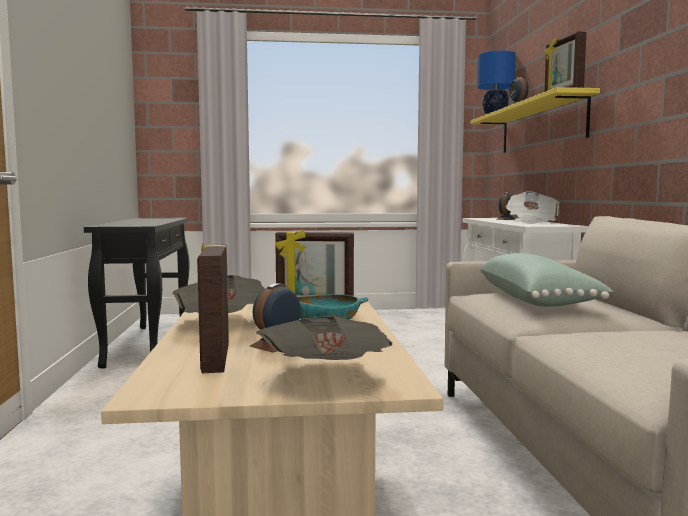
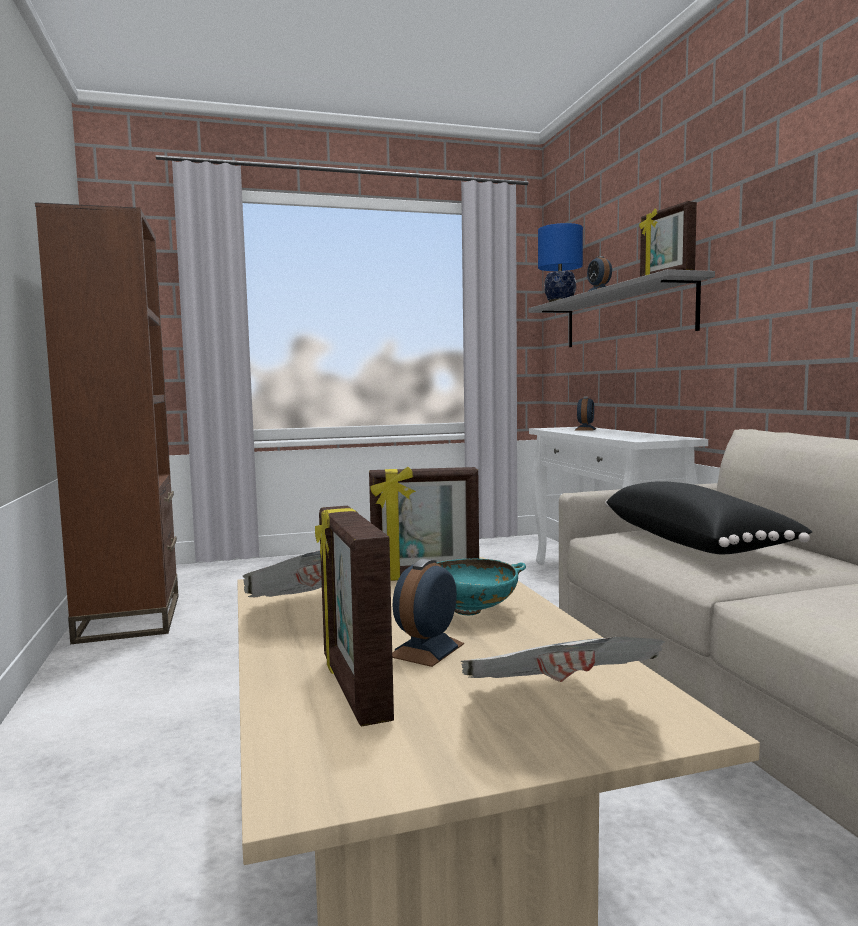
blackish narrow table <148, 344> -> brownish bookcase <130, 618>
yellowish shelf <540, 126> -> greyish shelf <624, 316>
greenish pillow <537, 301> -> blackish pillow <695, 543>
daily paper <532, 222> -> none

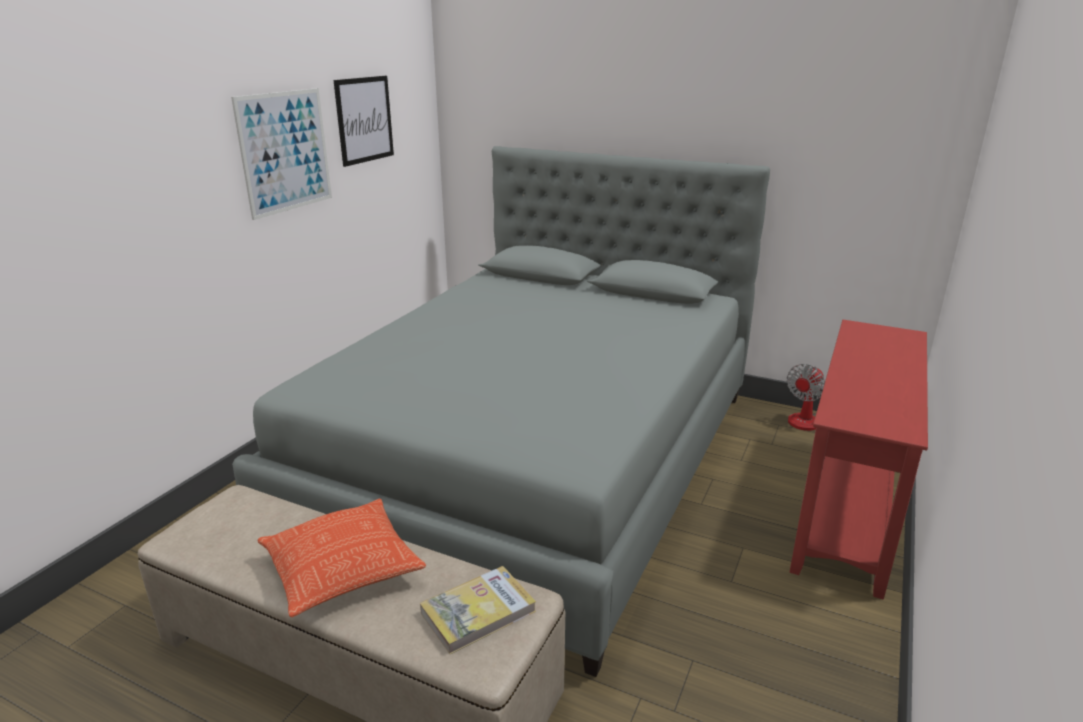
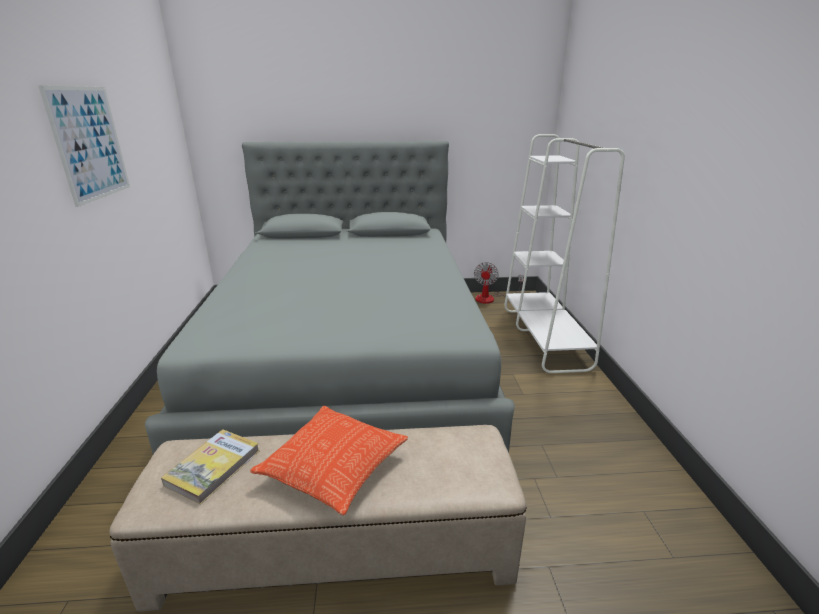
wall picture <364, 120> -> none
volume <478, 612> -> volume <213, 467>, relocated
red narrow table <847, 511> -> white clothes rack <544, 338>

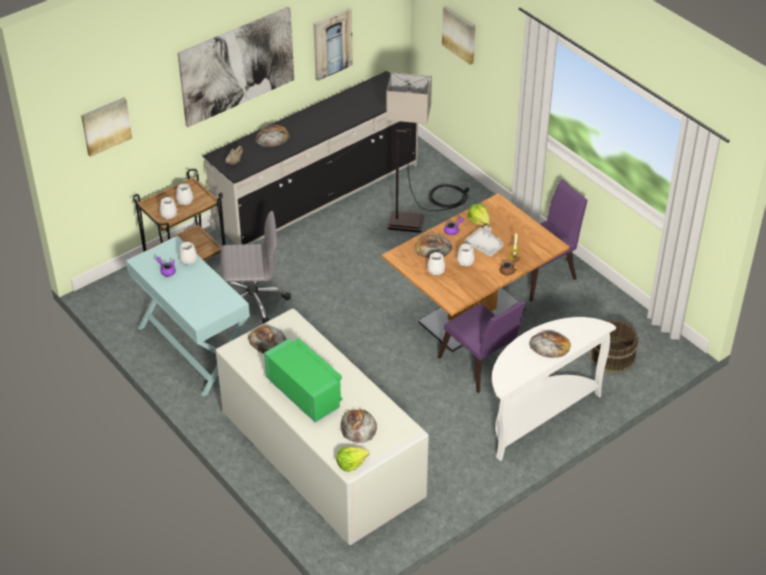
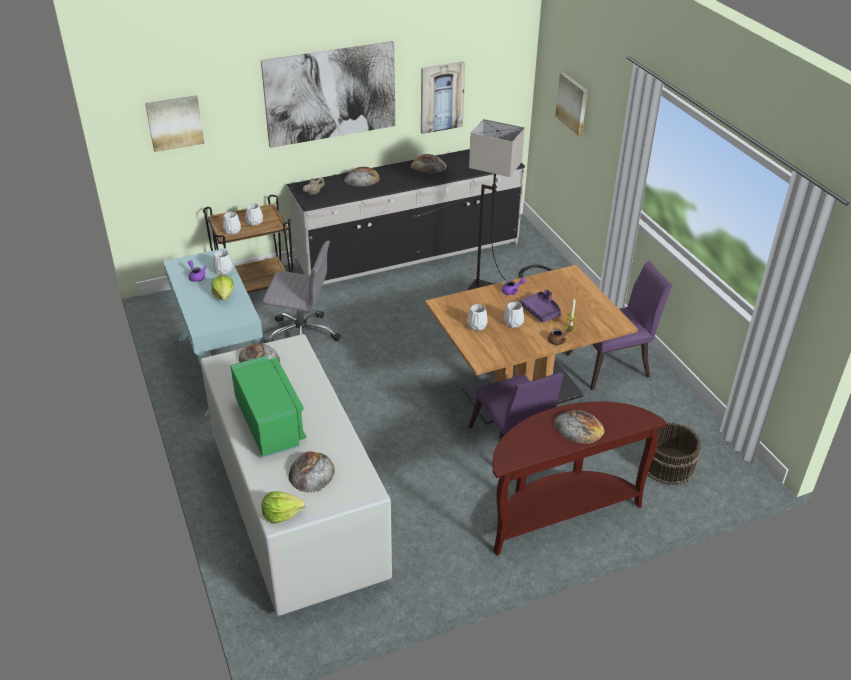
bread <433, 247> -> bread <428, 166>, relocated
greyish carrying tray <484, 246> -> purple-coloured carrying tray <541, 311>
lettuce head <479, 221> -> lettuce head <224, 295>, relocated
white narrow table <537, 416> -> brownish narrow table <559, 513>

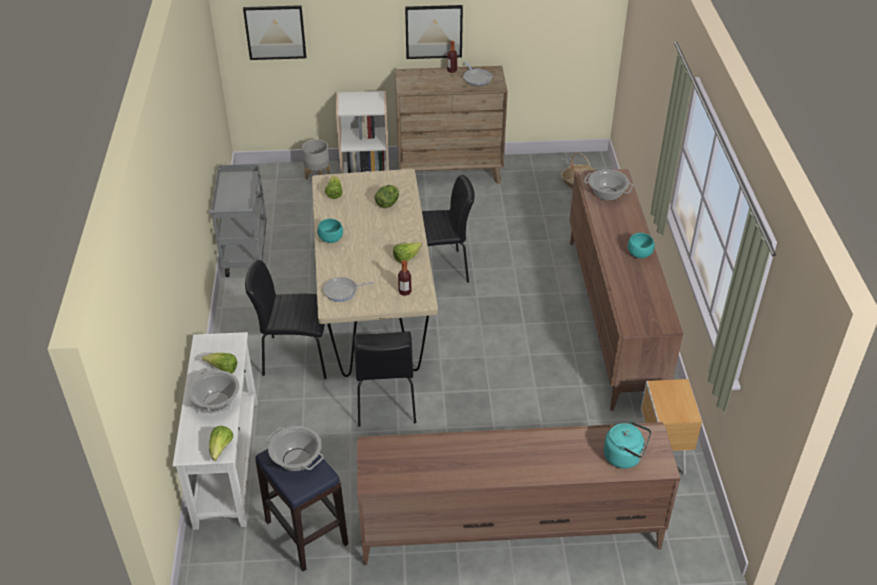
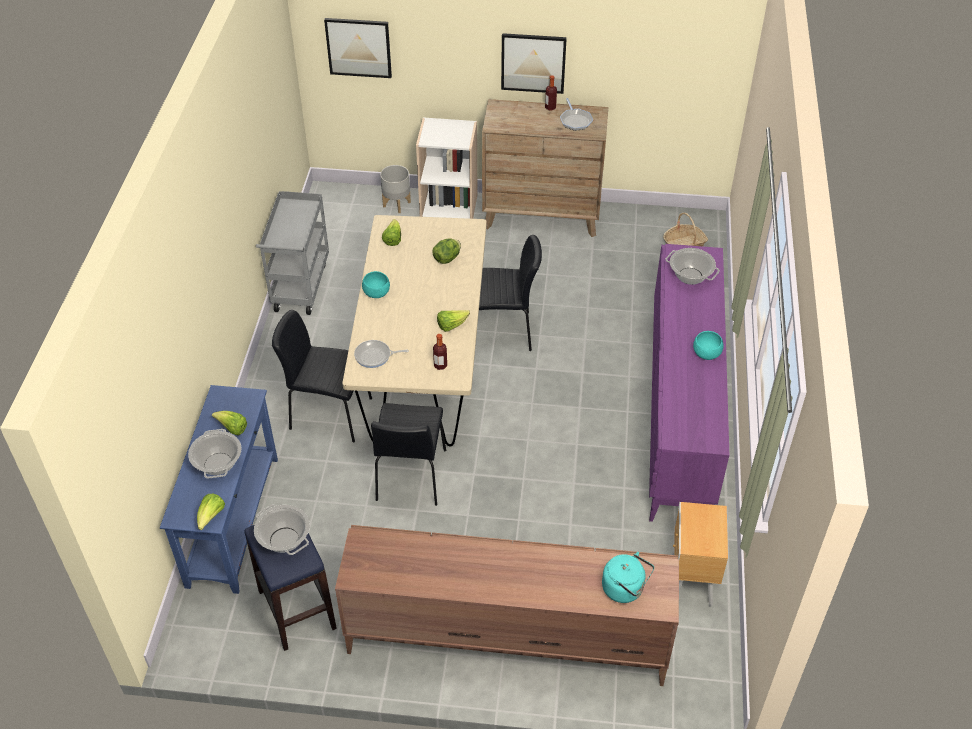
white narrow table <226, 462> -> blue narrow table <233, 520>
brownish cupboard <614, 319> -> purple-coloured cupboard <680, 415>

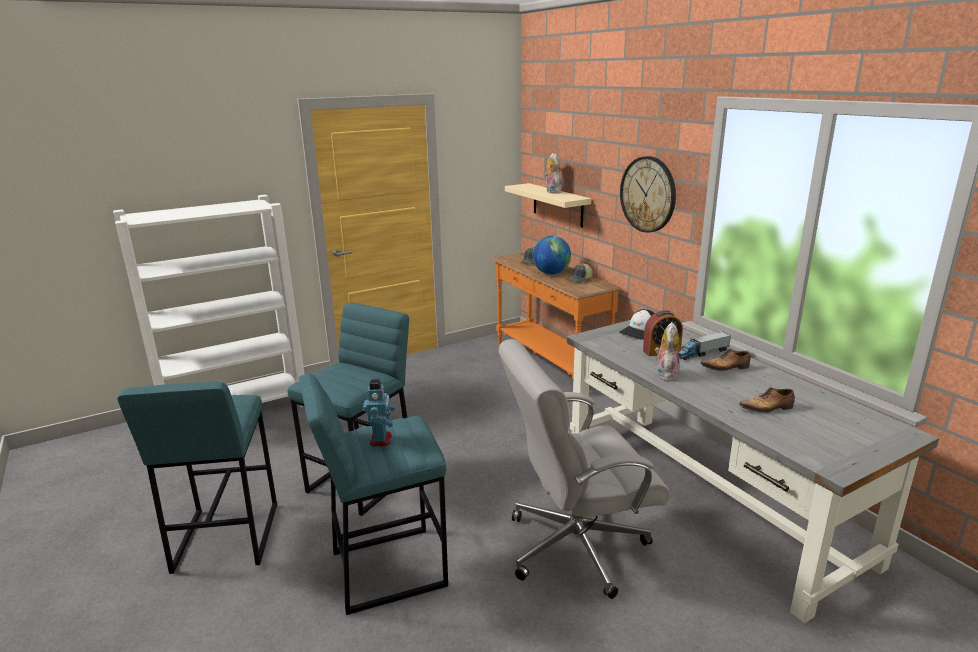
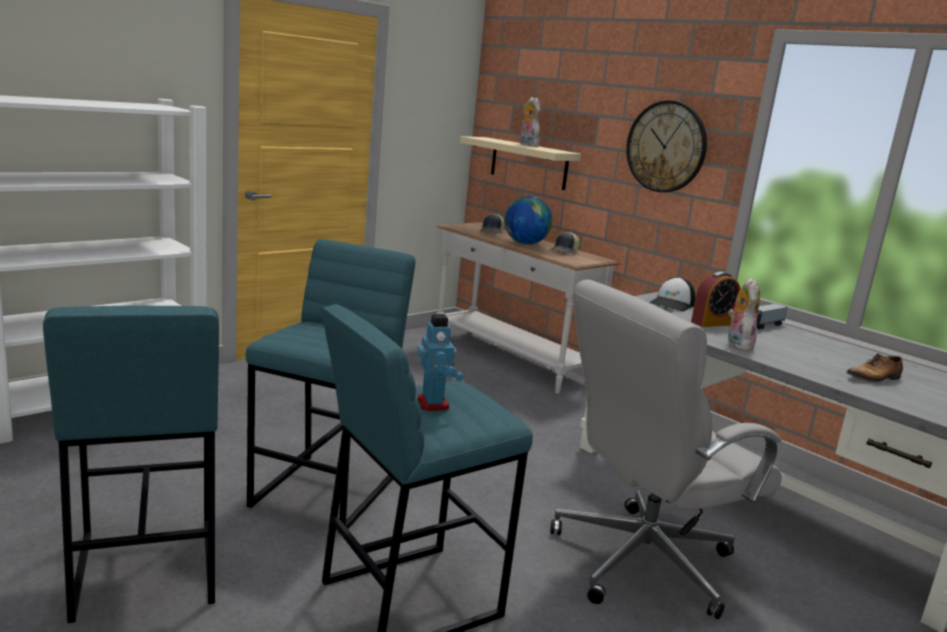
orangey narrow table <549, 362> -> white narrow table <508, 359>
item of footwear <726, 367> -> none

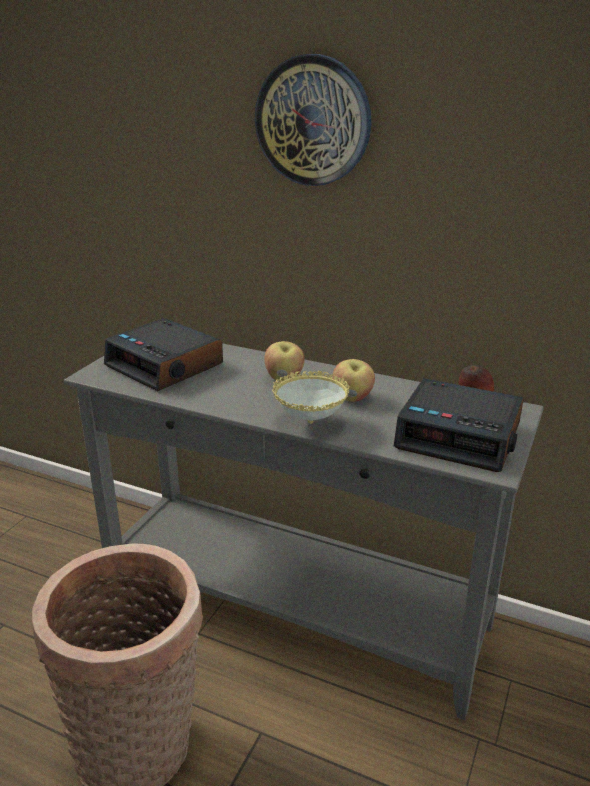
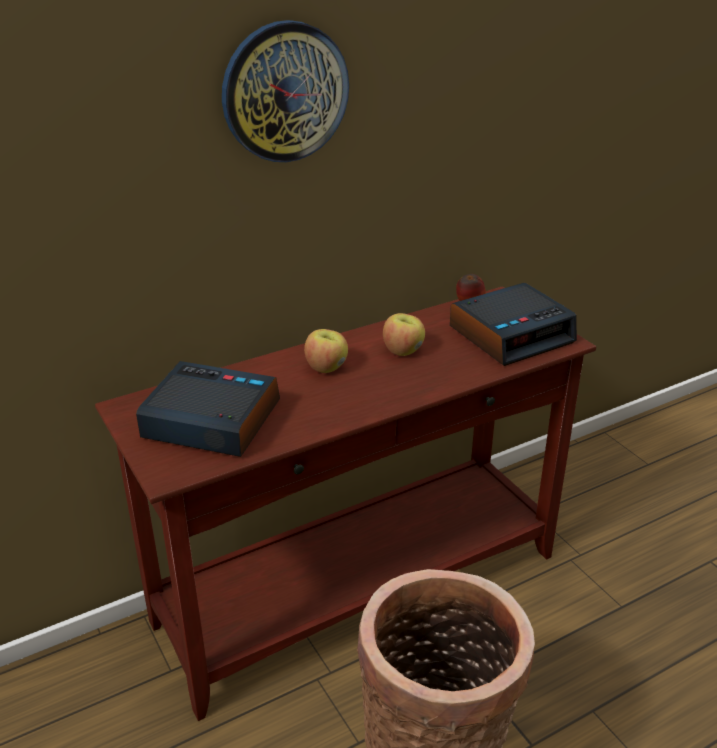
greyish narrow table <297, 605> -> brownish narrow table <359, 586>
bedside clock <166, 365> -> bedside clock <210, 421>, 150 degrees counterclockwise
bowl <310, 423> -> none

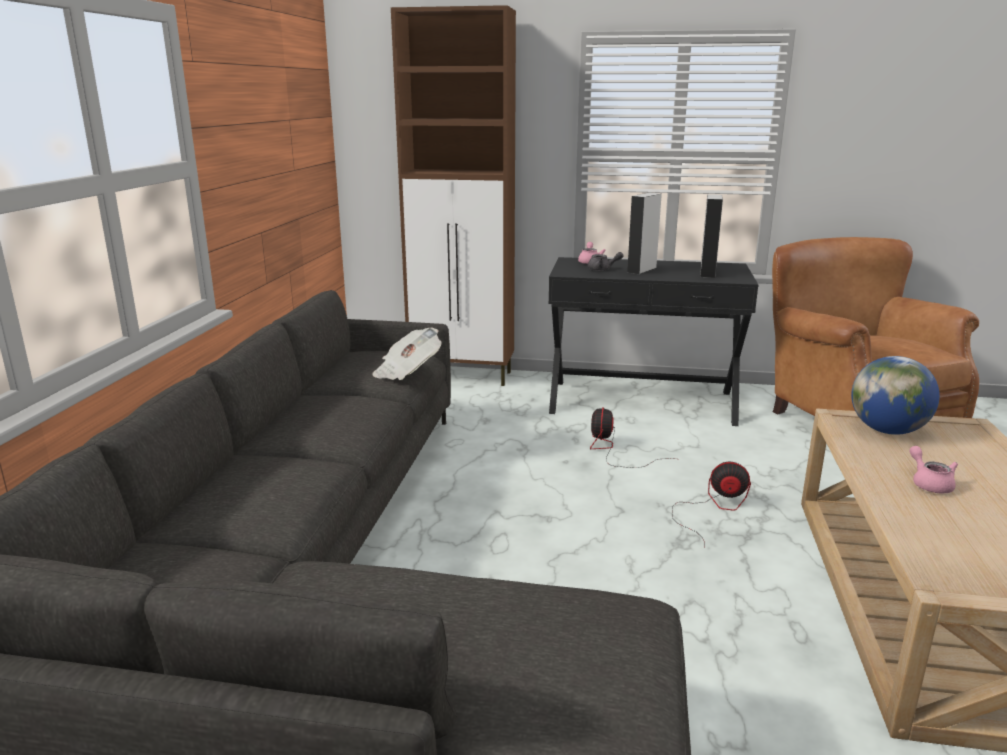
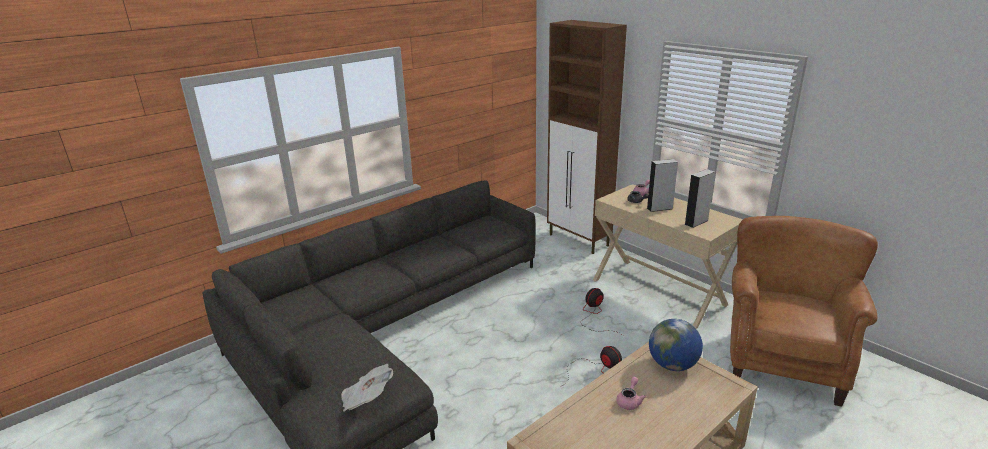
daily paper <407, 372> -> daily paper <367, 399>, relocated
blackish narrow table <642, 402> -> beige narrow table <658, 292>

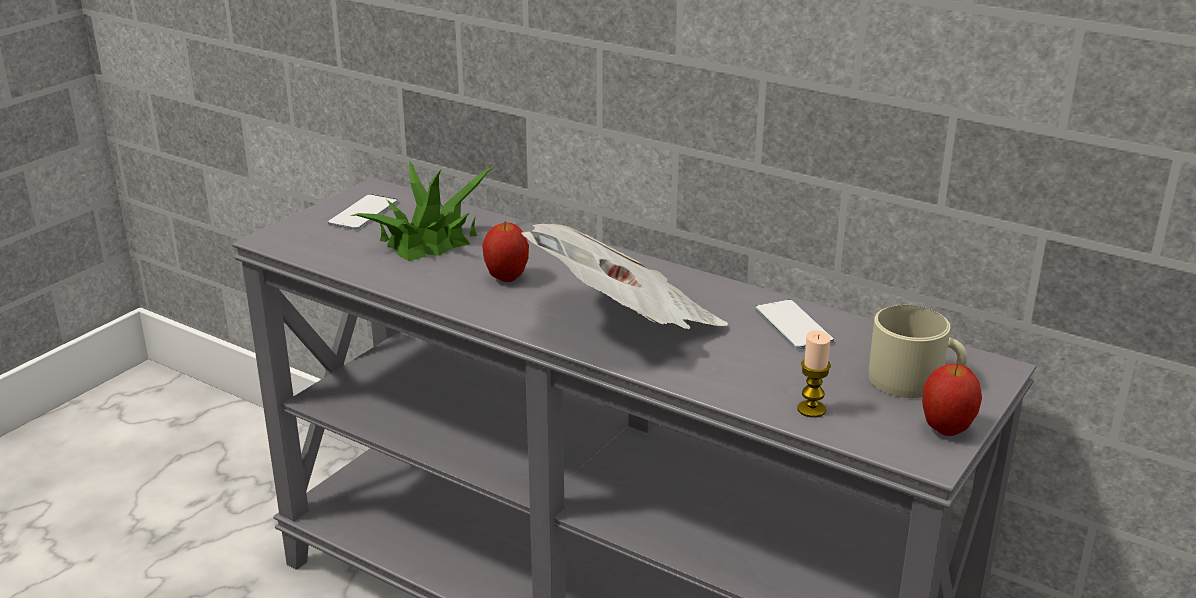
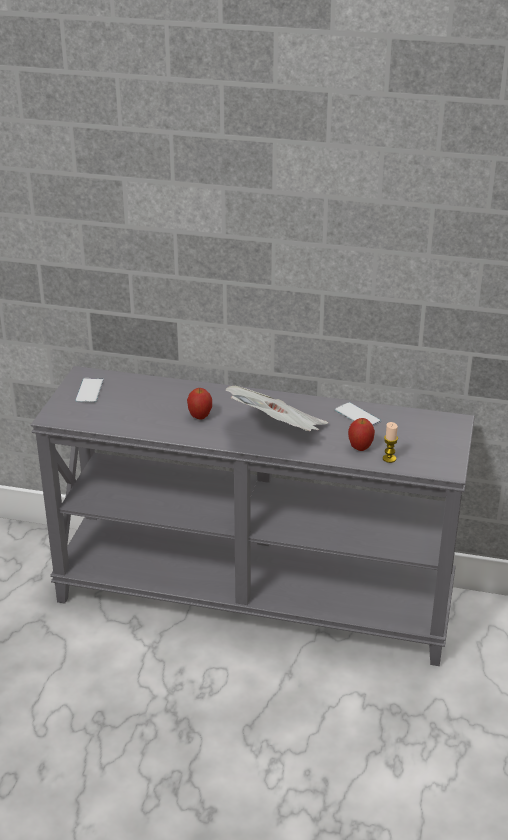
plant in a pot <429, 239> -> none
beige mug <914, 380> -> none
whole apple <946, 430> -> whole apple <360, 448>, relocated

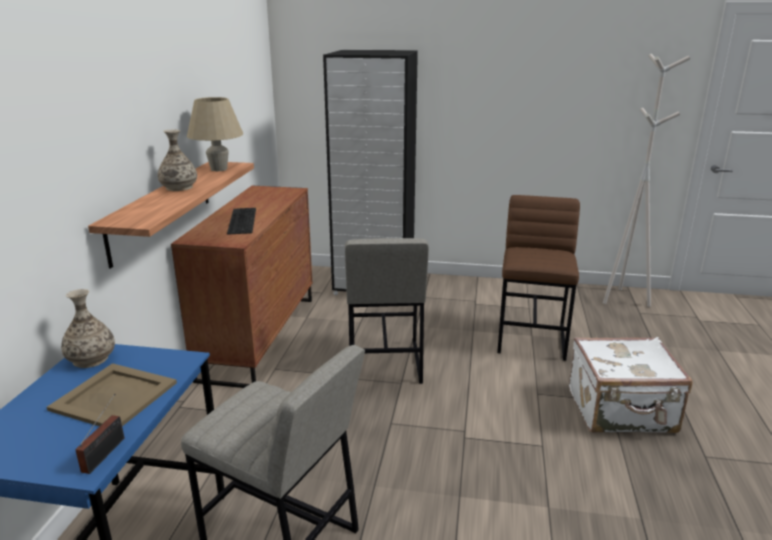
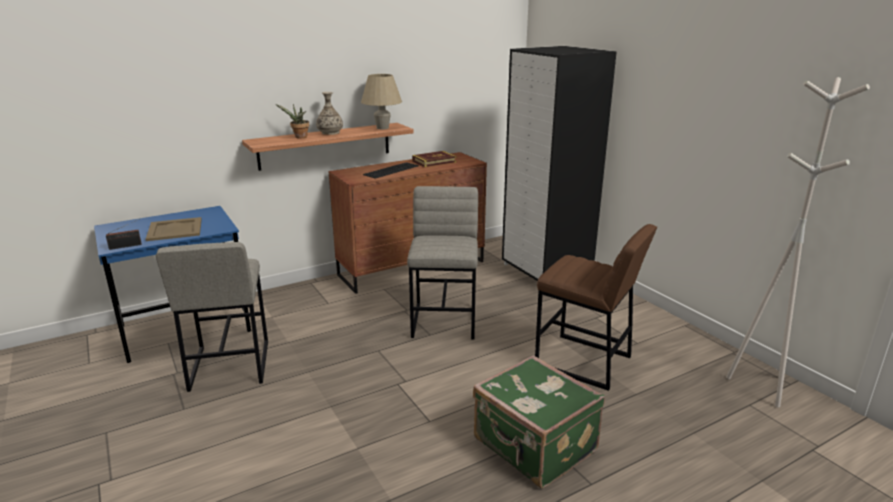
decorative vase <91, 359> -> none
greyish plain chair <385, 364> -> greyish plain chair <444, 319>, 135 degrees clockwise
brownish plain chair <531, 337> -> brownish plain chair <585, 362>, 60 degrees clockwise
white suitcase <621, 412> -> greenish suitcase <534, 447>
none -> plant in a pot <299, 137>
none -> volume <434, 161>

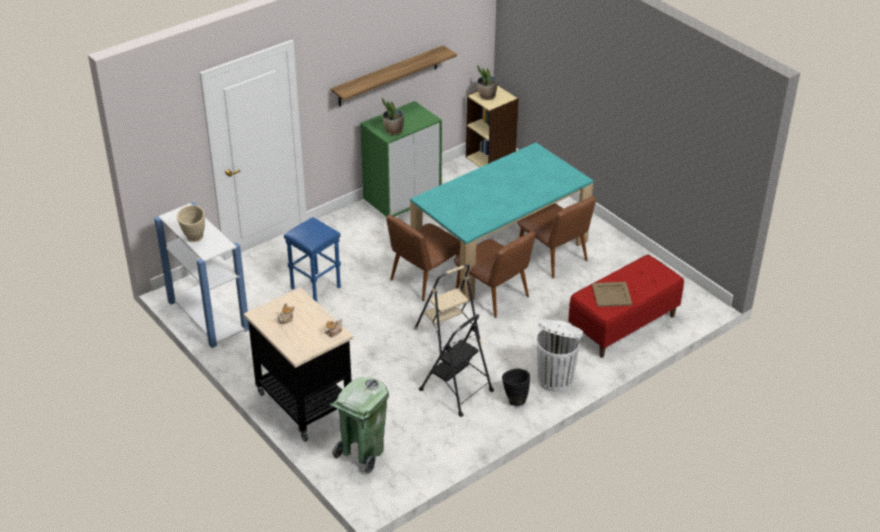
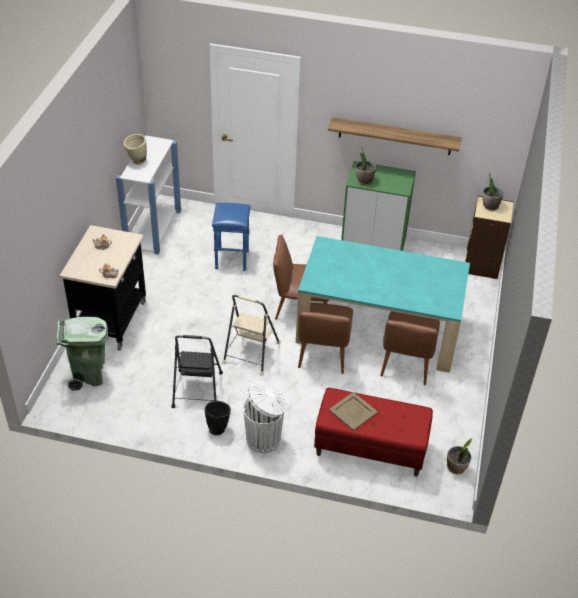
none -> plant in a pot <456, 467>

